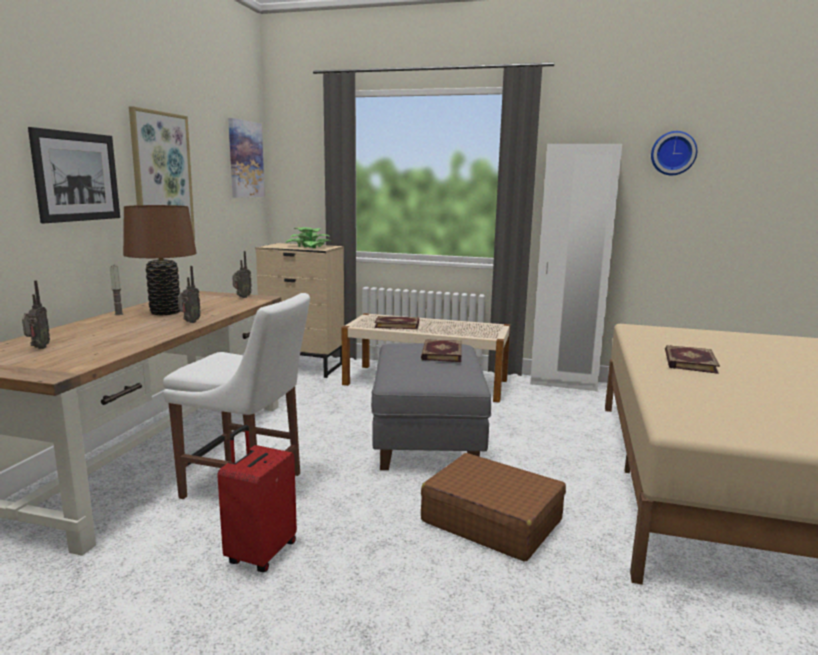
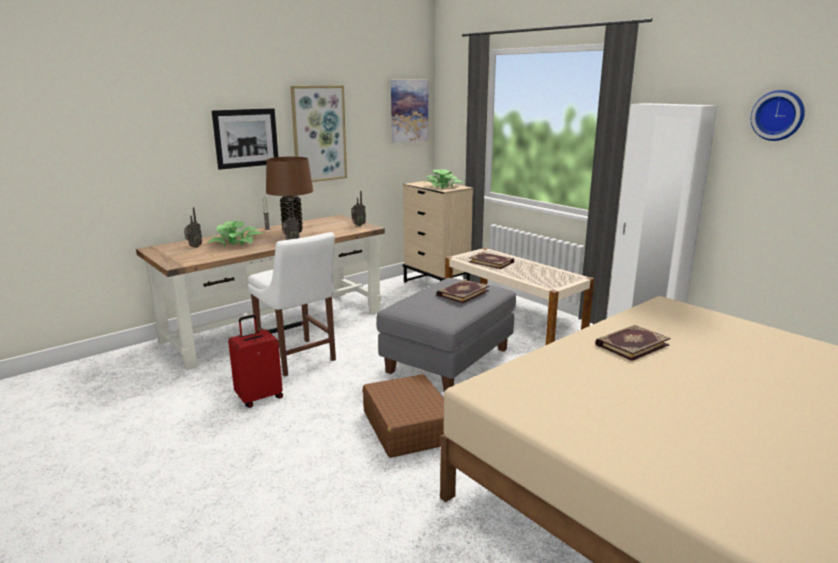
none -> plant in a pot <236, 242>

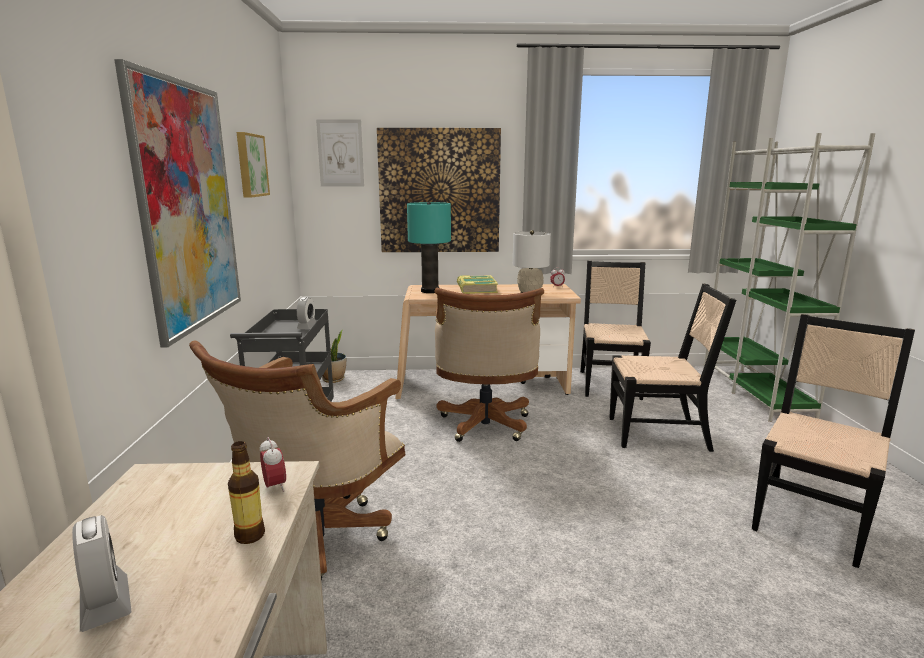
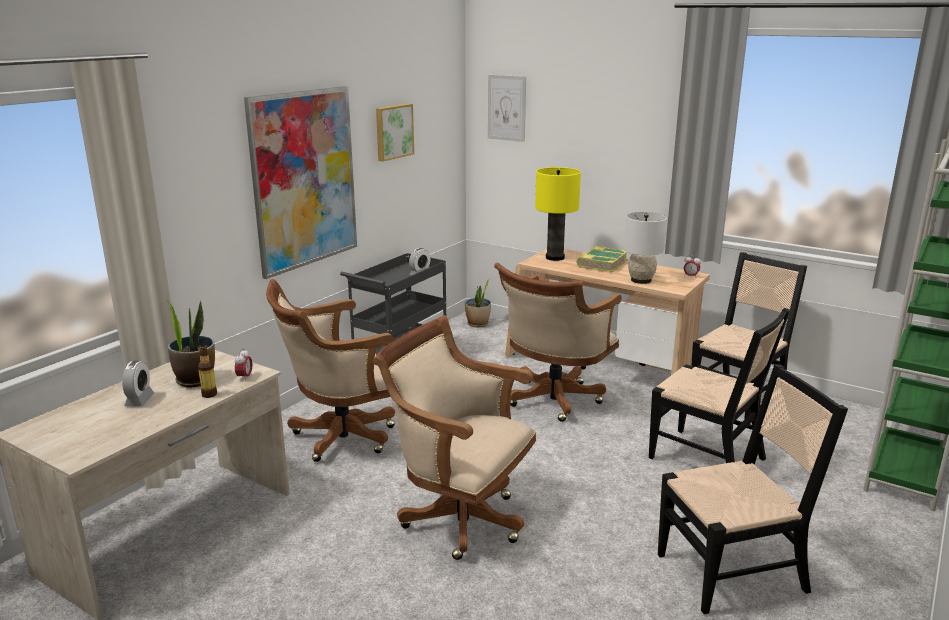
wall picture <439, 191> -> none
turquoise lamp for a table <430, 291> -> yellowish lamp for a table <555, 257>
none -> plant in a pot <195, 380>
none -> office chair <458, 519>

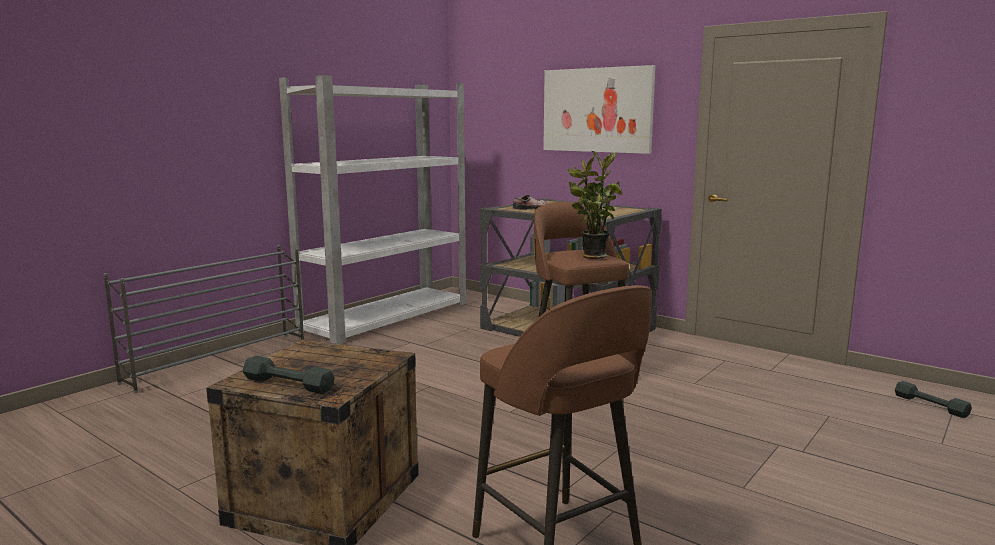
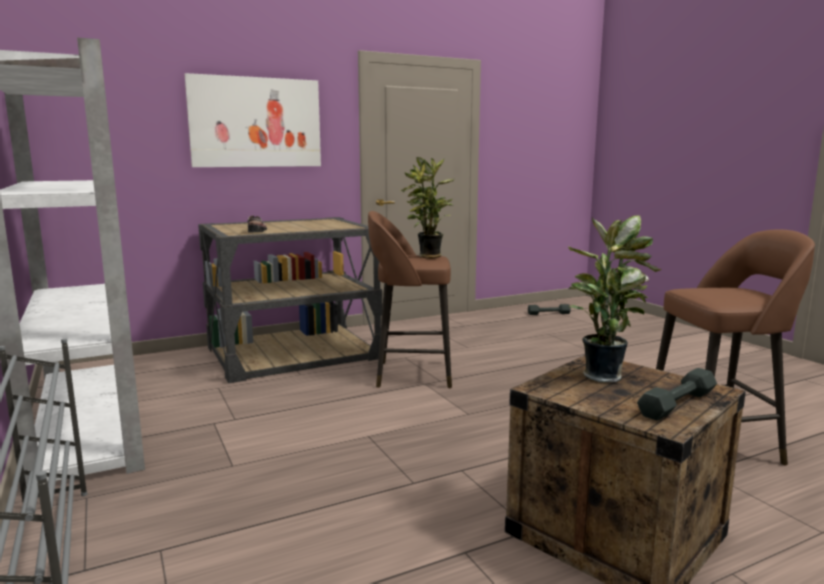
none -> plant in a pot <603, 375>

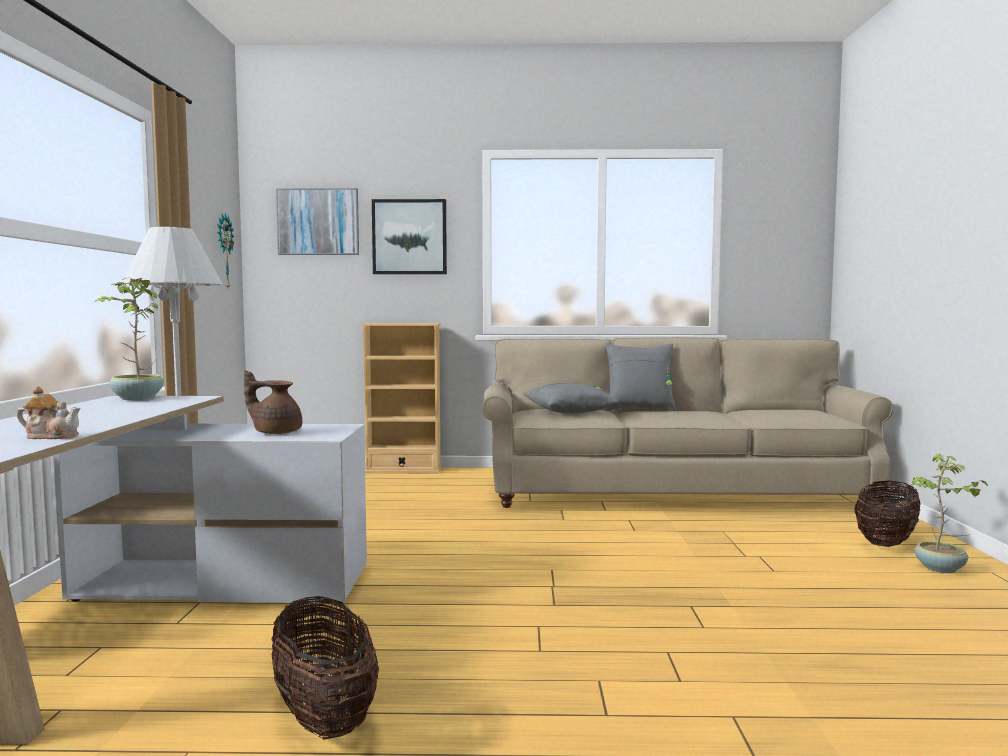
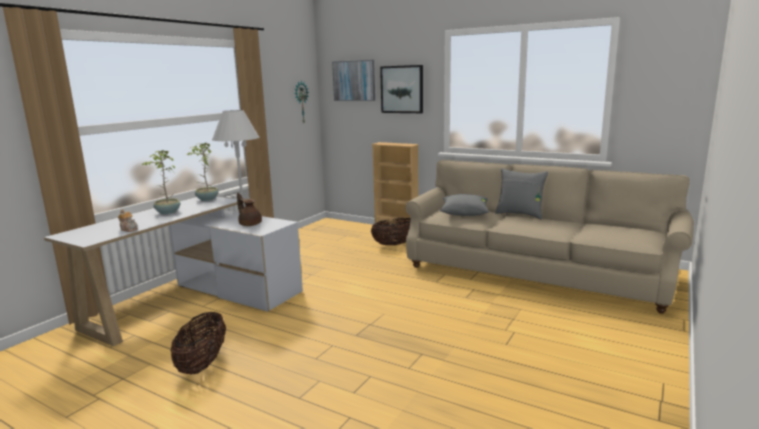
storage basket <886, 543> -> storage basket <395, 244>, relocated
plant in a pot <941, 569> -> plant in a pot <167, 212>, relocated

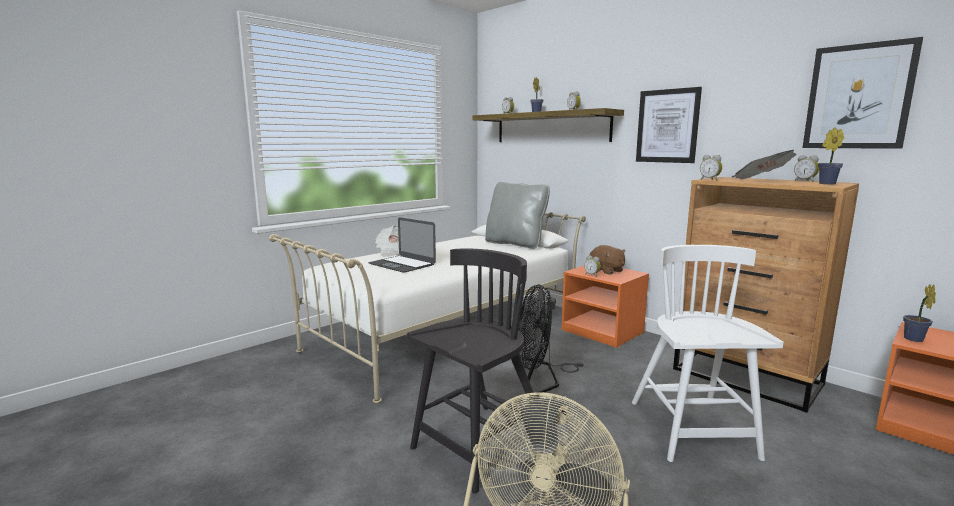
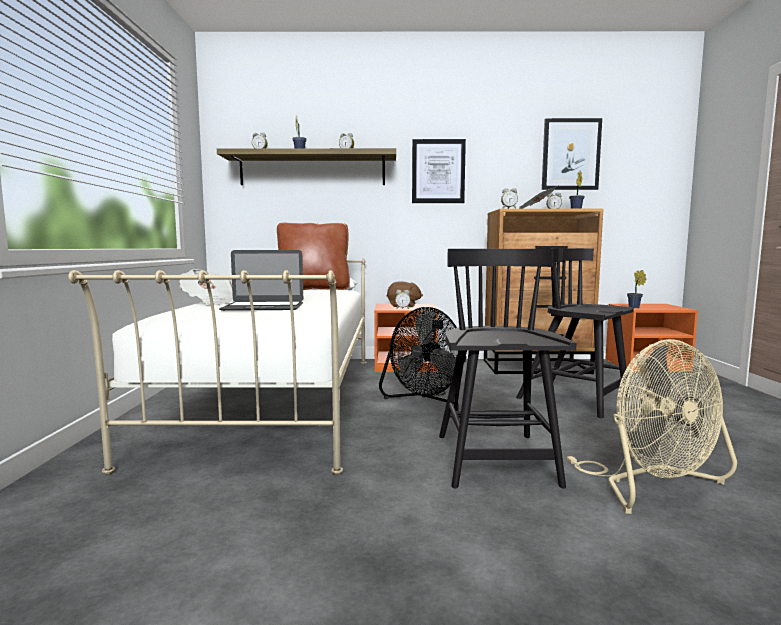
greyish pillow <515, 244> -> brownish pillow <313, 289>
white plain chair <693, 430> -> blackish plain chair <575, 399>

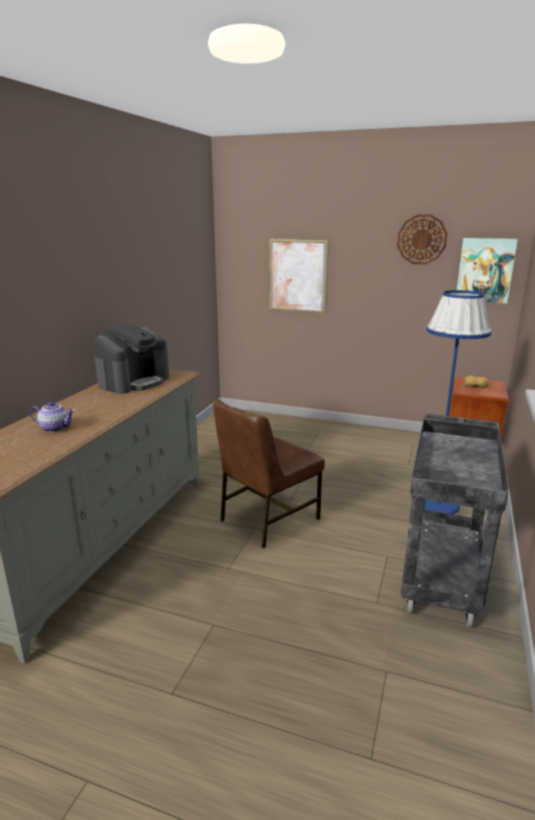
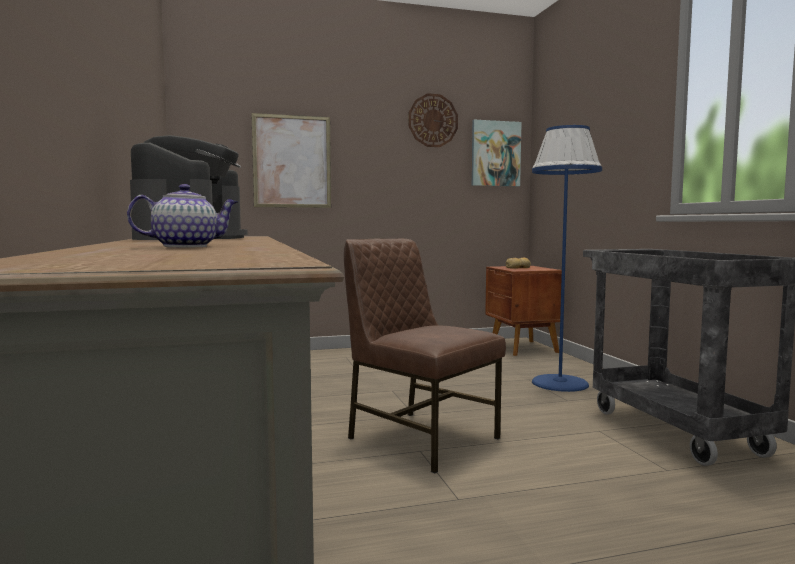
brownish plain chair <267, 519> -> brownish plain chair <420, 438>, 120 degrees clockwise

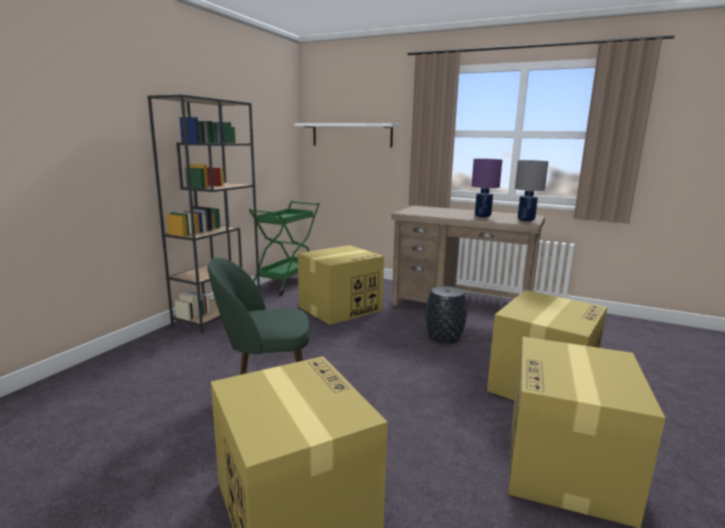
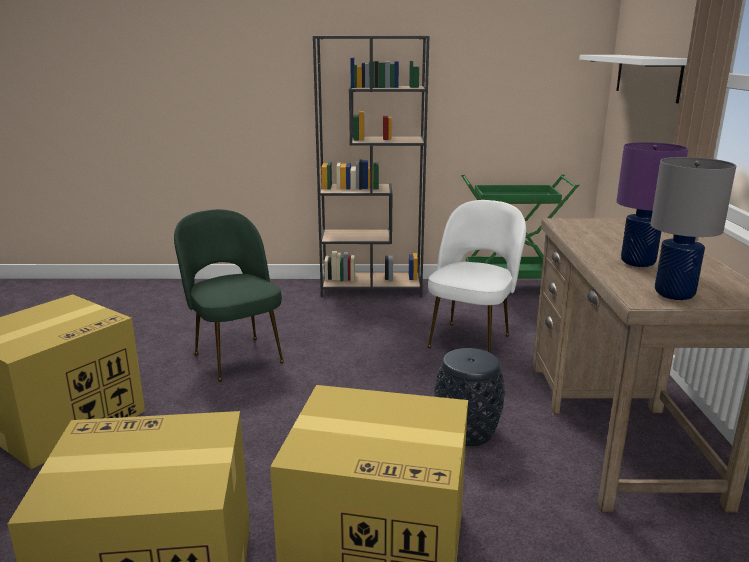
packing box <341, 308> -> white plain chair <472, 339>

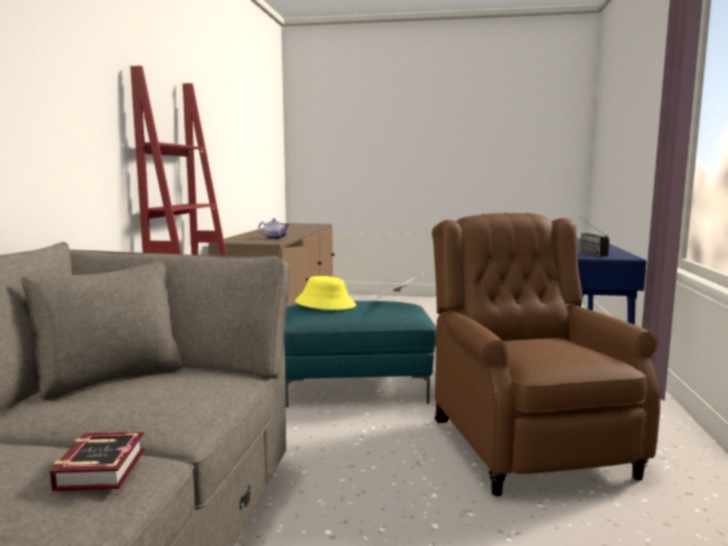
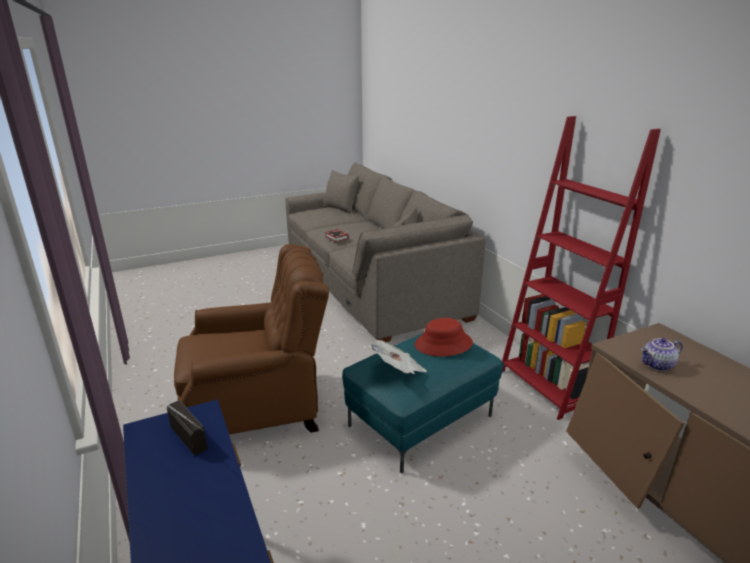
yellowish hat <325, 304> -> red hat <443, 344>
brownish easy chair <527, 445> -> brownish easy chair <258, 408>, 60 degrees counterclockwise

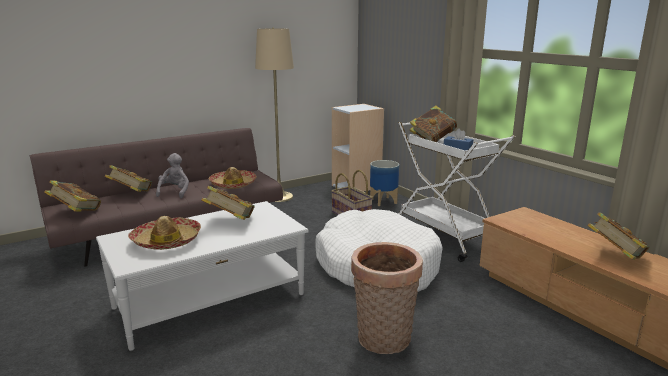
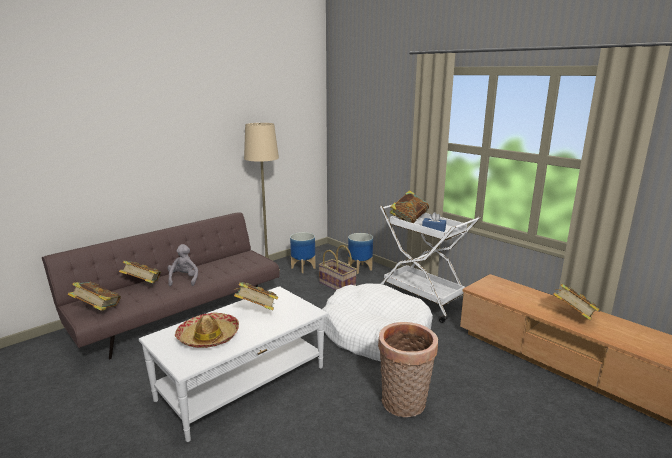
hat <233, 184> -> none
bookcase <357, 186> -> none
none -> flower pot <303, 268>

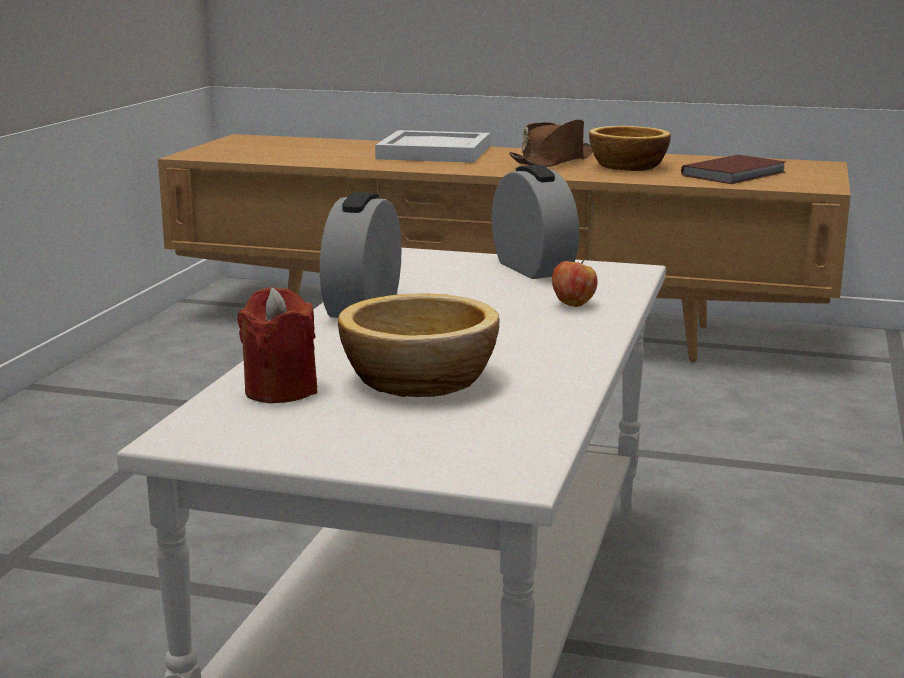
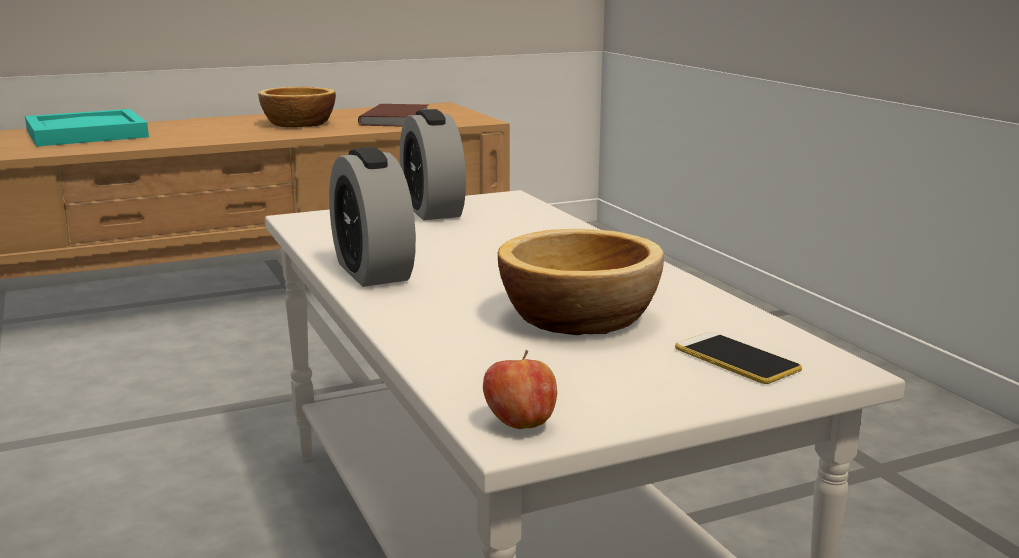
red candle <280, 391> -> none
white carrying tray <432, 153> -> turquoise carrying tray <85, 134>
bedside clock <533, 268> -> bedside clock <432, 210>, 135 degrees counterclockwise
brownish hat <554, 161> -> none
whole apple <573, 304> -> whole apple <520, 425>, relocated
none -> phone <736, 359>

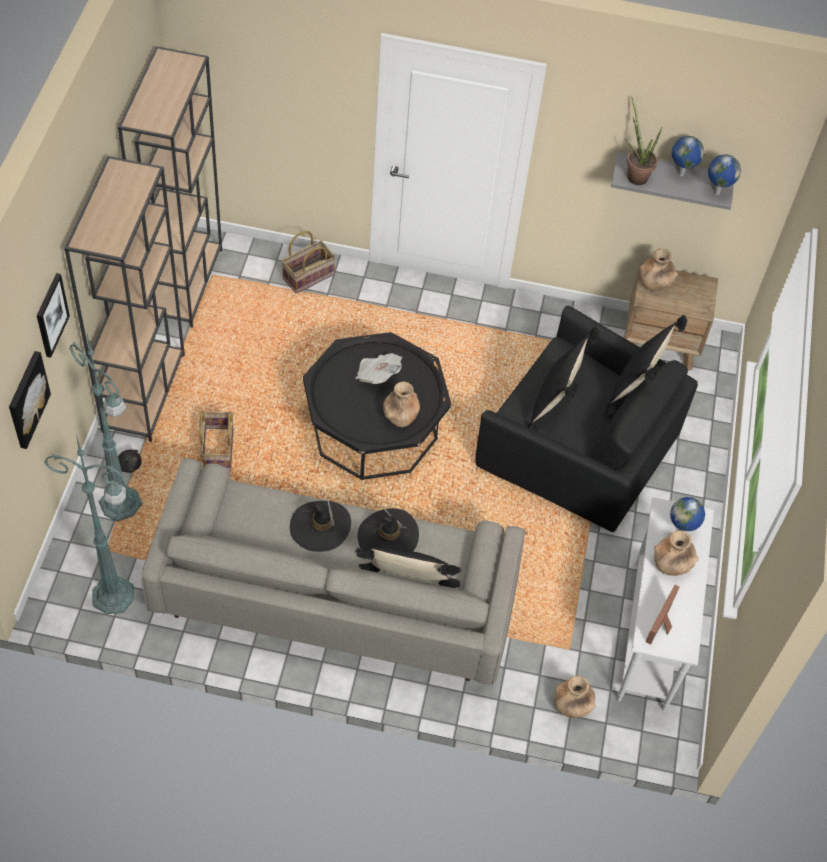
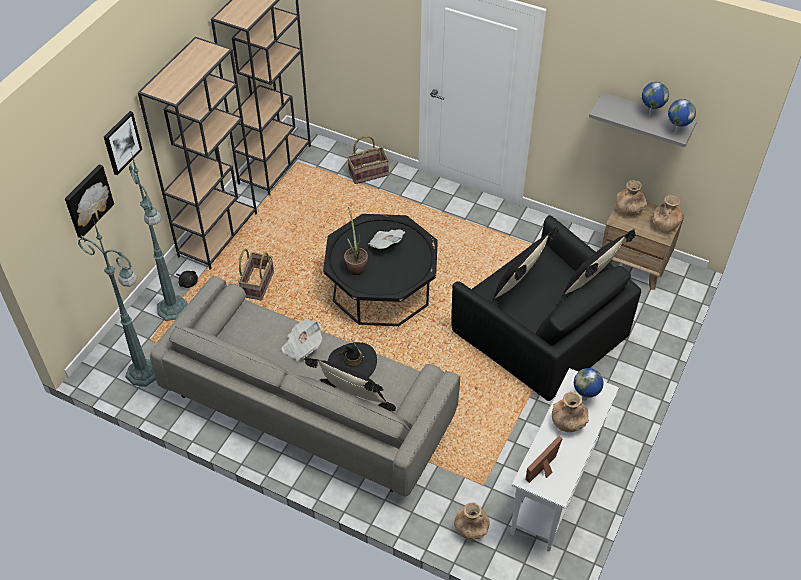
blackish hat <320, 527> -> daily paper <302, 346>
brownish decorative vase <400, 416> -> brownish decorative vase <664, 225>, relocated
plant in a pot <634, 174> -> plant in a pot <355, 266>, relocated

